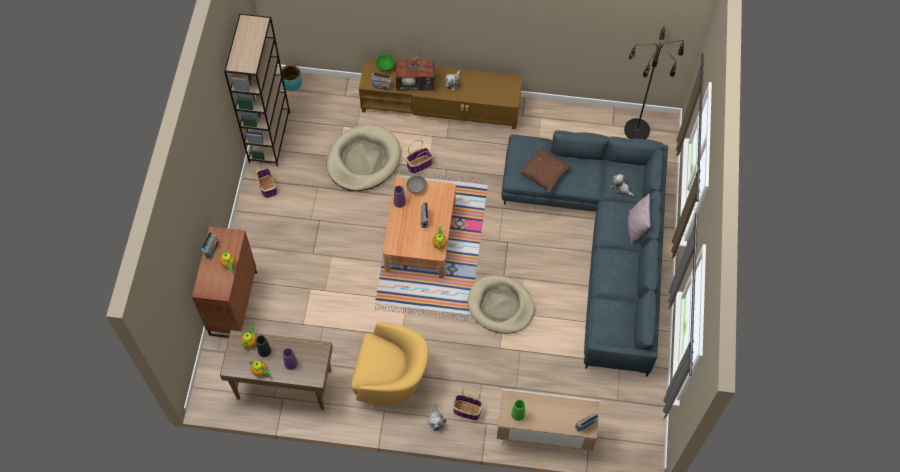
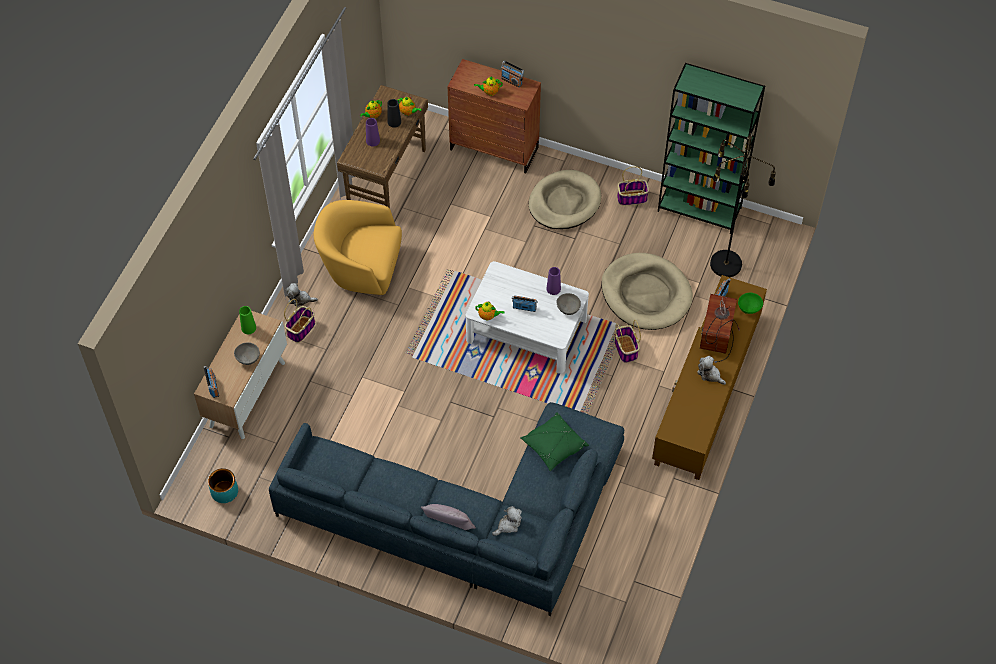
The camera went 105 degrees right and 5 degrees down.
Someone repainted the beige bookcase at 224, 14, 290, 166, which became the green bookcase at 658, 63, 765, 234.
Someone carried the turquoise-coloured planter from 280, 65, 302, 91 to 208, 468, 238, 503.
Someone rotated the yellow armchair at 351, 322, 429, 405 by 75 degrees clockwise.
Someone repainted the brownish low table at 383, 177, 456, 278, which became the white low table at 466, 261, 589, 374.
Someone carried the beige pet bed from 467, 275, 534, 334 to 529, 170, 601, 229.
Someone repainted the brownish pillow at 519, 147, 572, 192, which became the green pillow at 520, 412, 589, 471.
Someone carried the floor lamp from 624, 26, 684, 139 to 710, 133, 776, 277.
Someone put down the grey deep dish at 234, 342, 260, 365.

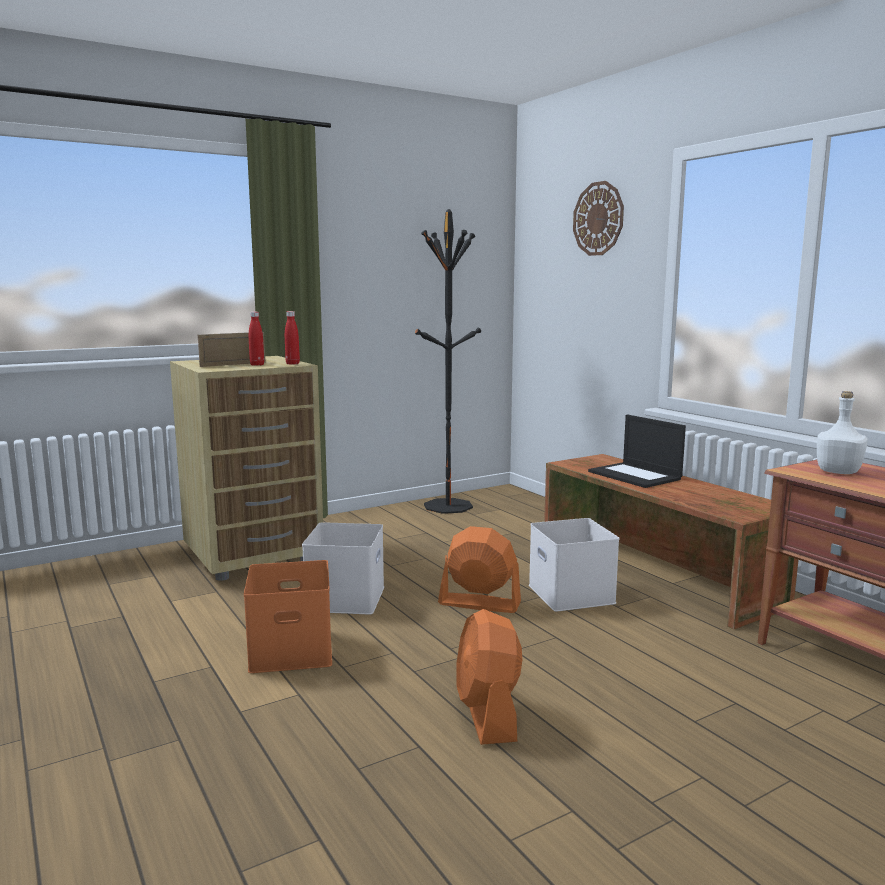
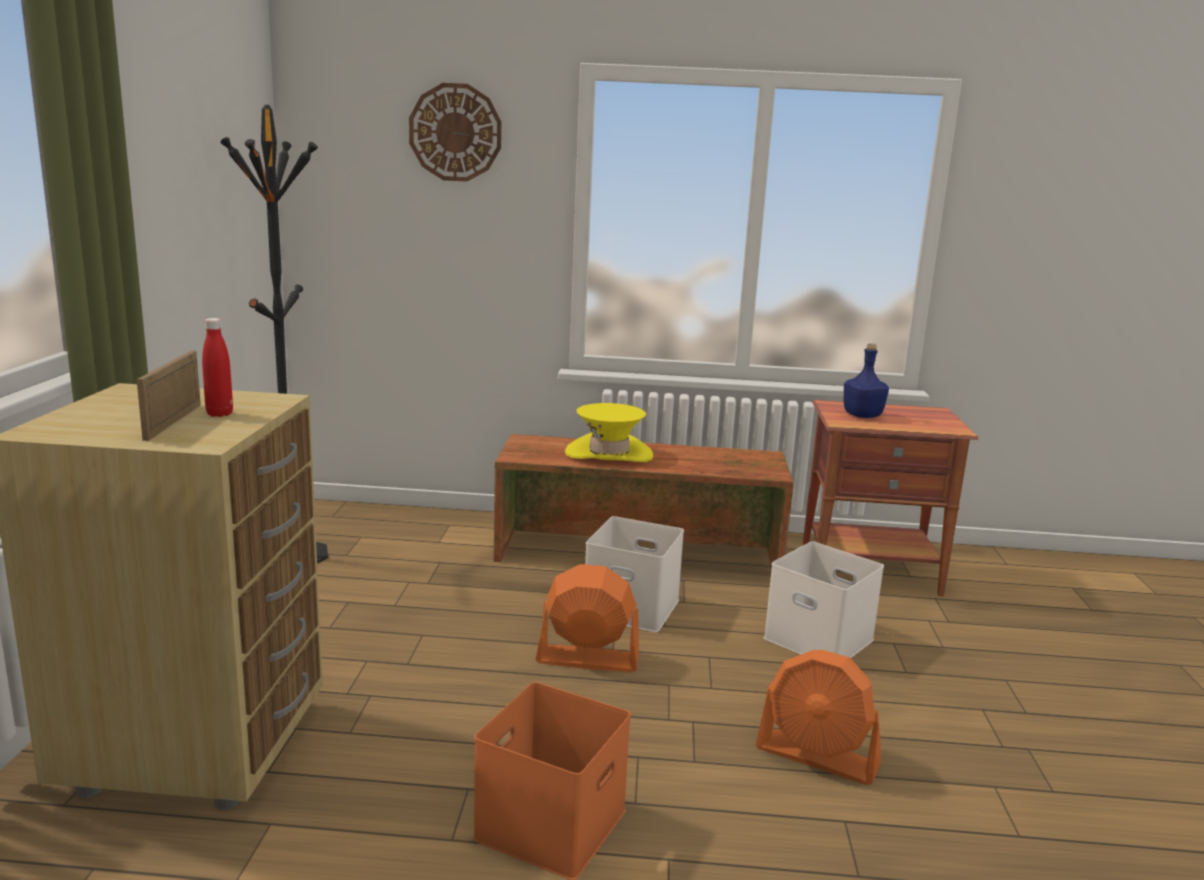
The camera went 55 degrees left and 5 degrees up.
Someone took away the red beverage bottle at 285, 311, 300, 365.
Someone carried the white storage bin from 302, 522, 384, 615 to 764, 541, 884, 658.
Someone rotated the orange-coloured electric fan at 438, 526, 521, 613 by 45 degrees clockwise.
Someone swapped the notebook computer at 588, 415, 686, 488 for the yellow clothing hat at 565, 403, 653, 462.
Someone repainted the white beverage bottle at 817, 391, 868, 474, which became the blue-coloured beverage bottle at 844, 343, 889, 418.

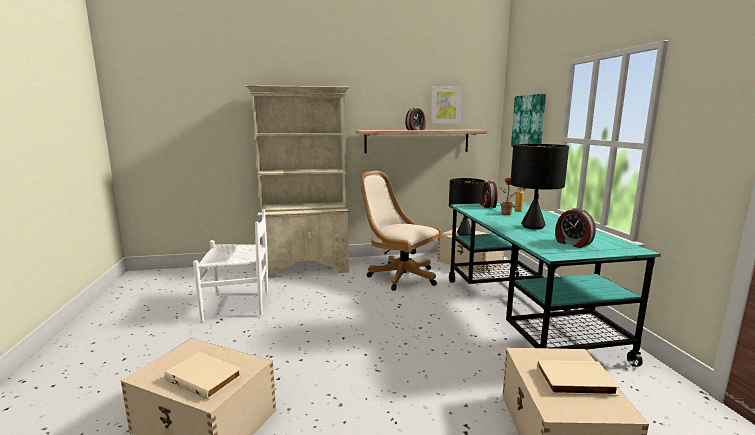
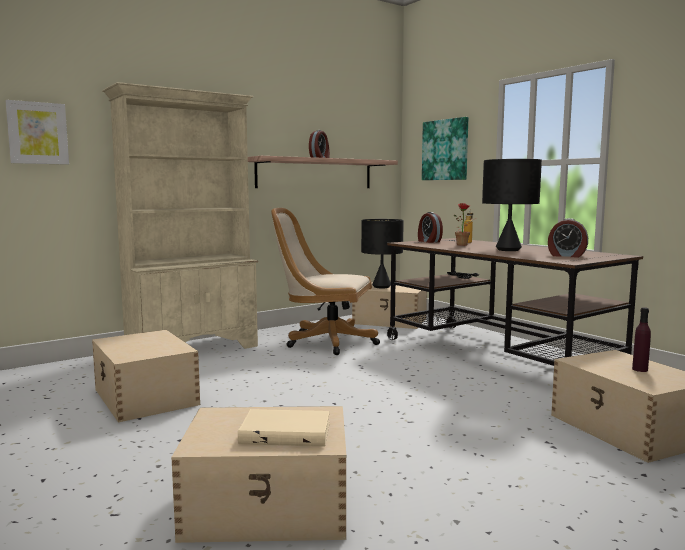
The camera went 25 degrees left and 5 degrees down.
Someone swapped the white plain chair at 193, 210, 268, 322 for the beige storage bin at 92, 330, 200, 422.
Someone carried the wall picture from 430, 86, 462, 124 to 5, 100, 69, 165.
Someone repainted the turquoise-coloured desk table at 449, 202, 661, 367, which became the brownish desk table at 387, 238, 643, 366.
Someone swapped the beige bound book at 537, 360, 619, 396 for the purplish beverage bottle at 632, 307, 651, 372.

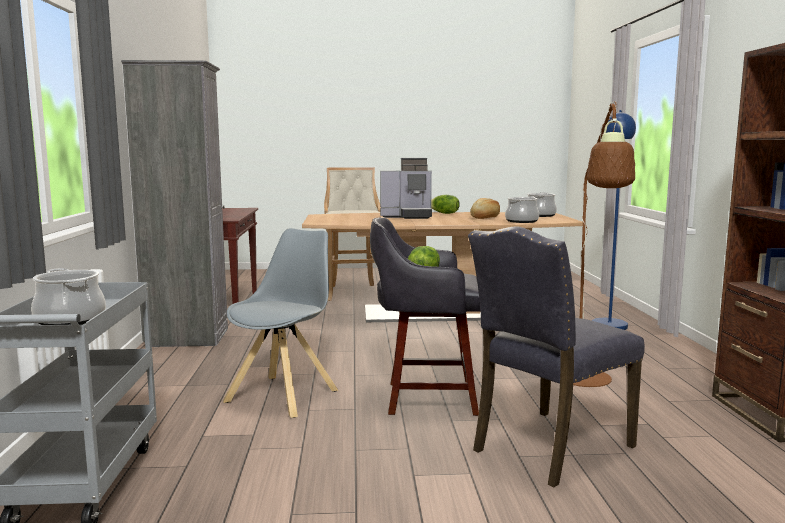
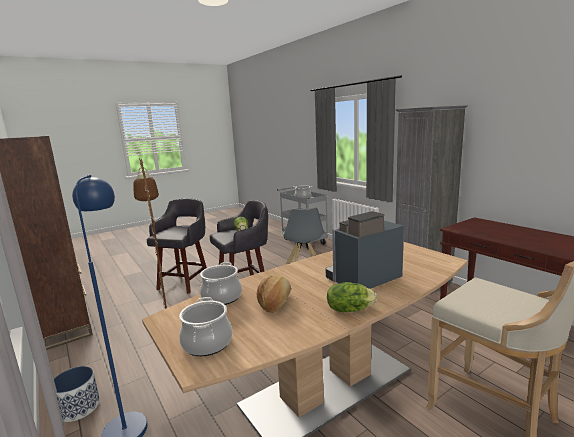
The camera went 150 degrees right and 5 degrees up.
Someone swapped the grey plain chair at 468, 227, 645, 487 for the grey stool seat at 147, 198, 207, 294.
Someone put down the planter at 54, 366, 100, 422.

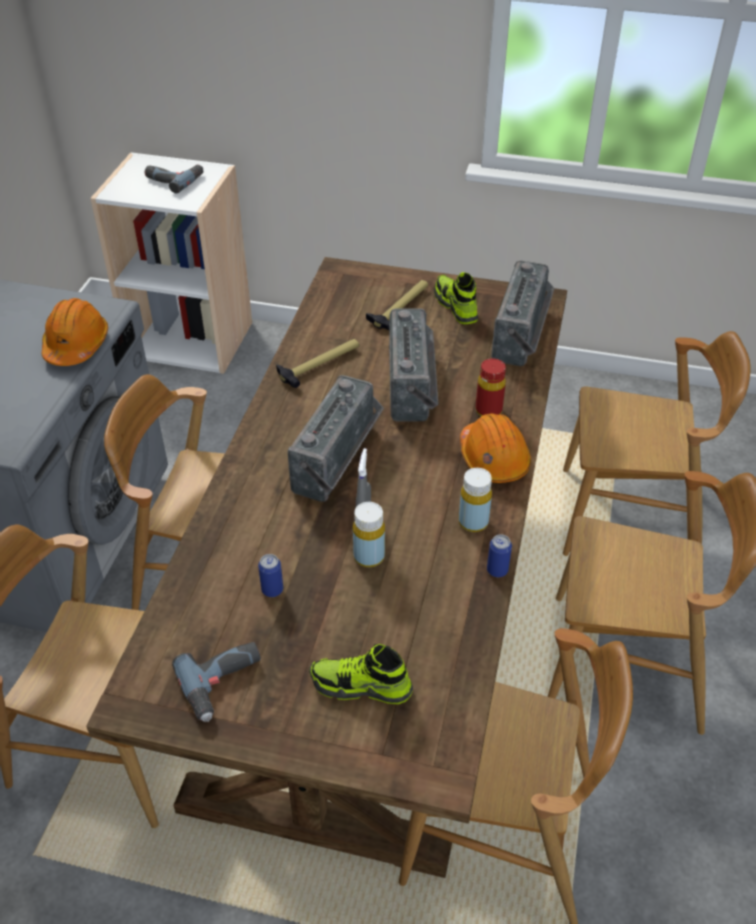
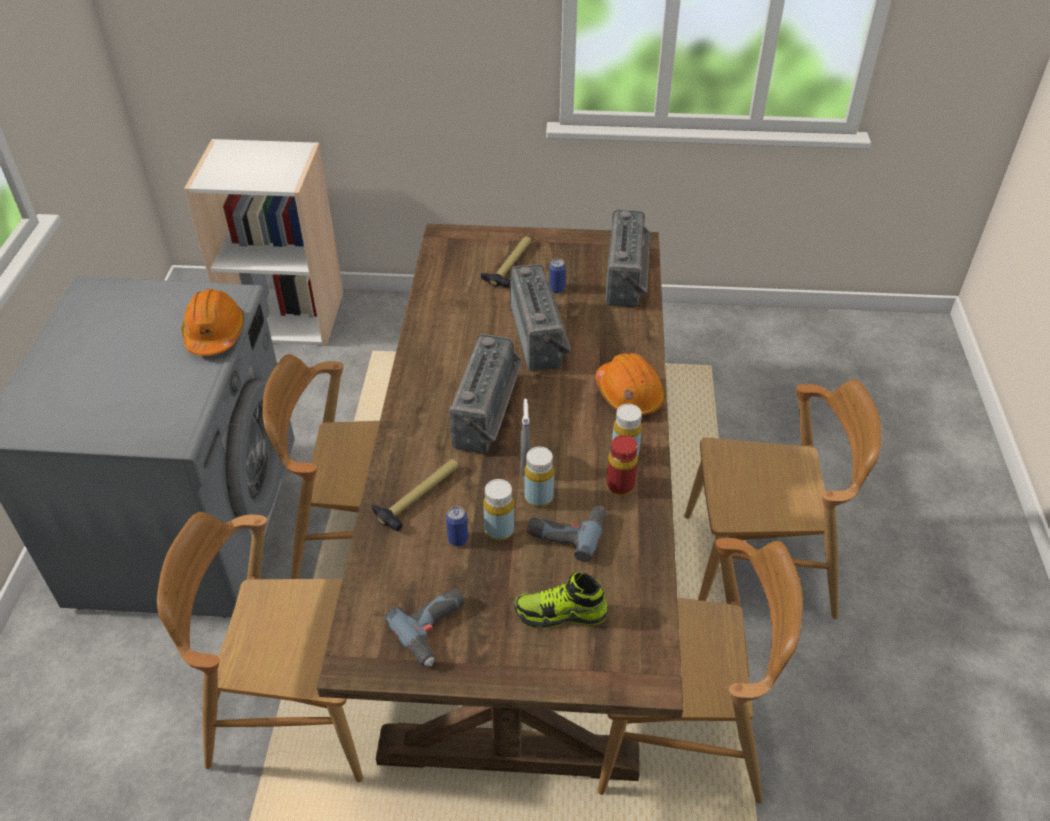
The camera went 10 degrees left and 0 degrees up.
Someone carried the power drill from 145, 165, 203, 194 to 527, 506, 606, 562.
Someone carried the tool hammer from 276, 339, 359, 388 to 371, 459, 459, 531.
Someone took away the item of footwear at 434, 272, 478, 324.
Someone carried the red beverage bottle from 475, 358, 506, 416 to 606, 435, 638, 495.
Someone carried the metal can from 487, 534, 512, 577 to 549, 259, 566, 293.
Someone took away the brownish plain chair at 563, 331, 751, 556.
Someone put down the yellow beverage bottle at 483, 479, 514, 541.

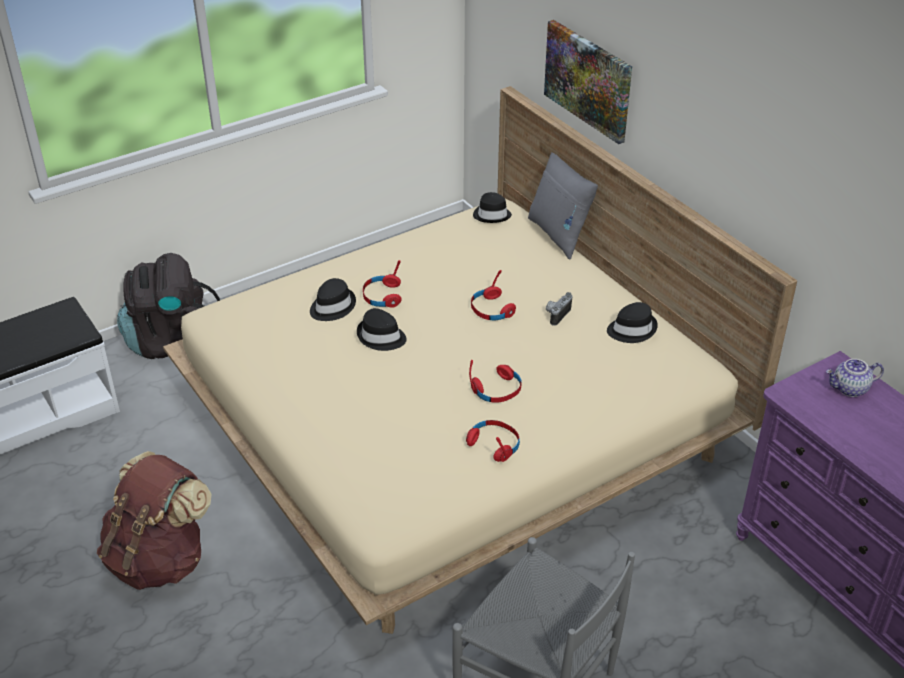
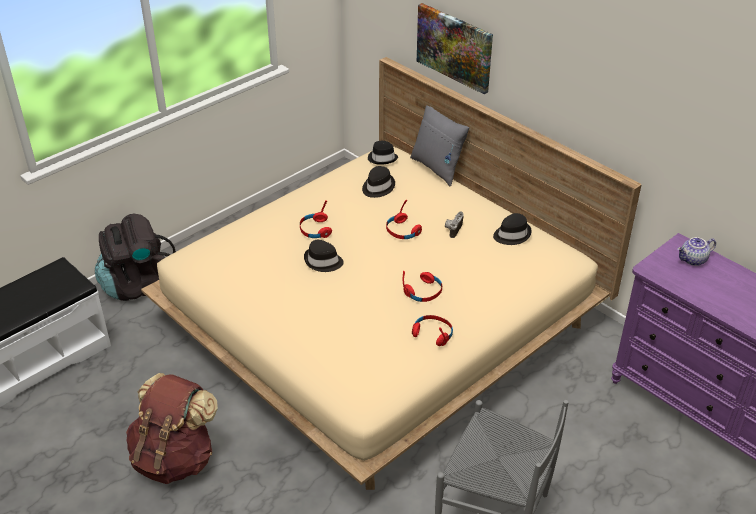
The camera went 10 degrees left and 0 degrees up.
Someone carried the blackish clothing hat from 310, 278, 356, 321 to 362, 166, 395, 198.

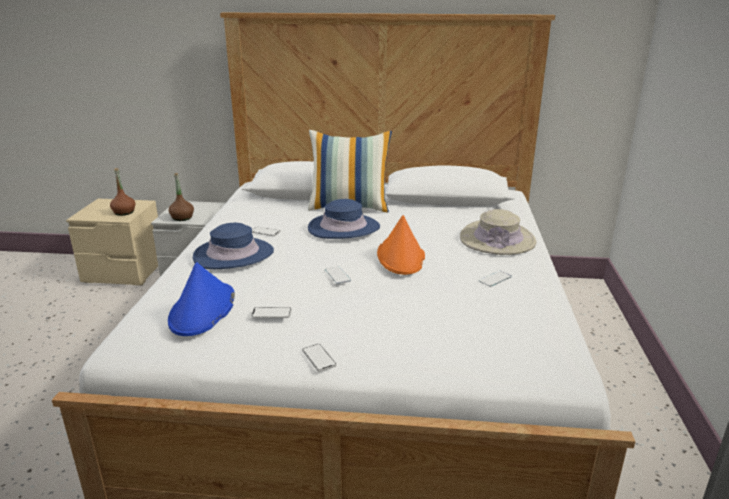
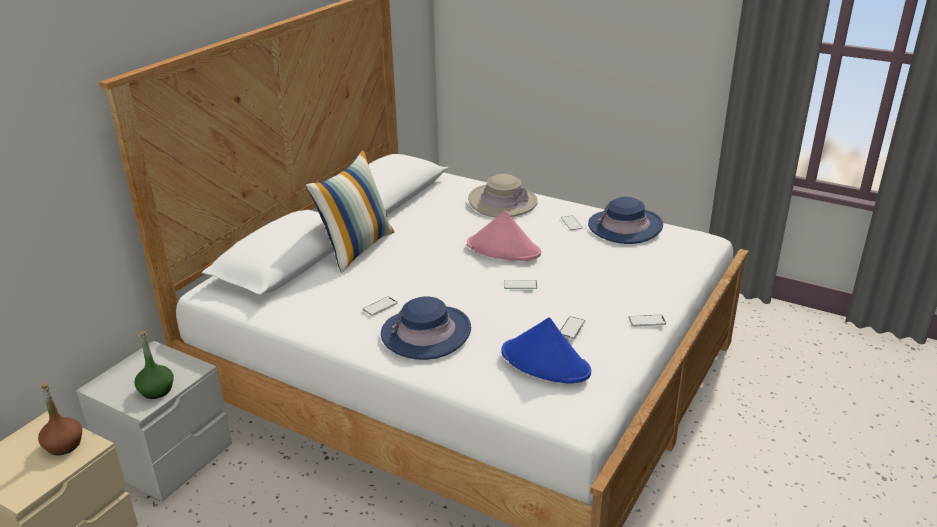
The camera went 65 degrees left and 5 degrees up.
Someone repainted the brownish beverage bottle at 168, 173, 194, 221, which became the green beverage bottle at 134, 331, 174, 399.
Someone carried the blue-coloured clothing hat from 308, 199, 380, 239 to 588, 197, 663, 244.
Someone repainted the orange-coloured clothing hat at 377, 215, 425, 275, which became the pink-coloured clothing hat at 467, 210, 541, 261.

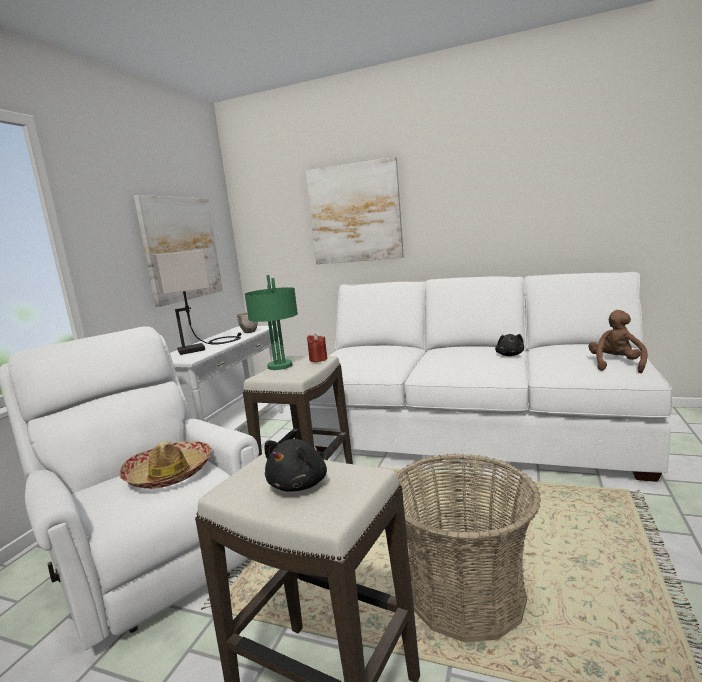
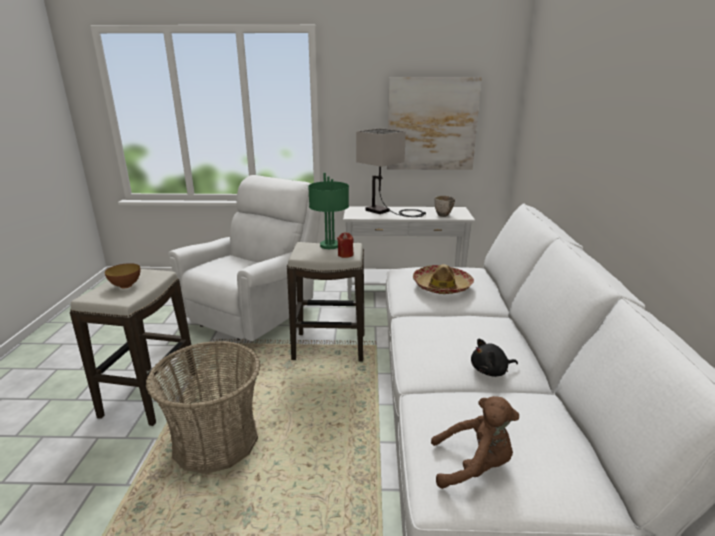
The camera went 70 degrees right and 10 degrees up.
Someone carried the clothing hat from 119, 441, 212, 489 to 413, 264, 474, 294.
Someone swapped the blackish cuddly toy at 264, 439, 327, 492 for the deep dish at 105, 263, 140, 288.
Someone took away the wall picture at 306, 157, 404, 264.

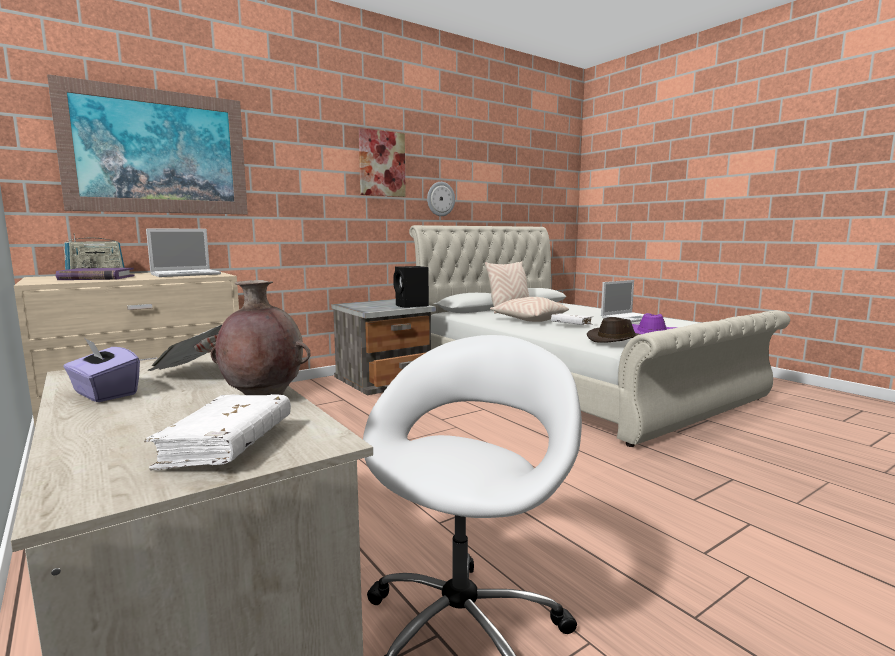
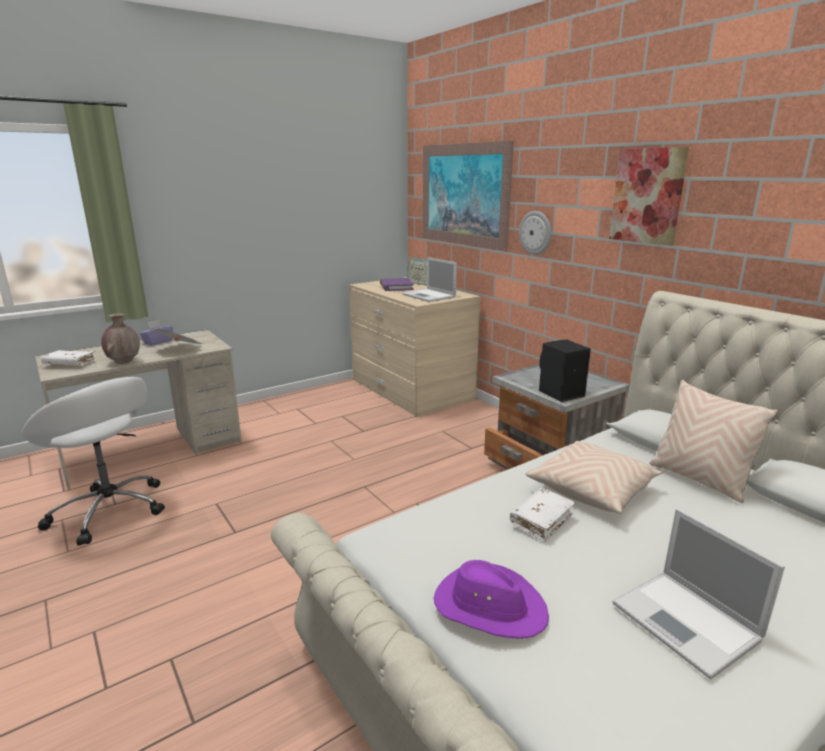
The camera went 90 degrees right and 10 degrees up.
Someone carried the wall clock from 427, 182, 455, 216 to 519, 211, 551, 255.
Someone took away the brownish clothing hat at 587, 317, 641, 343.

